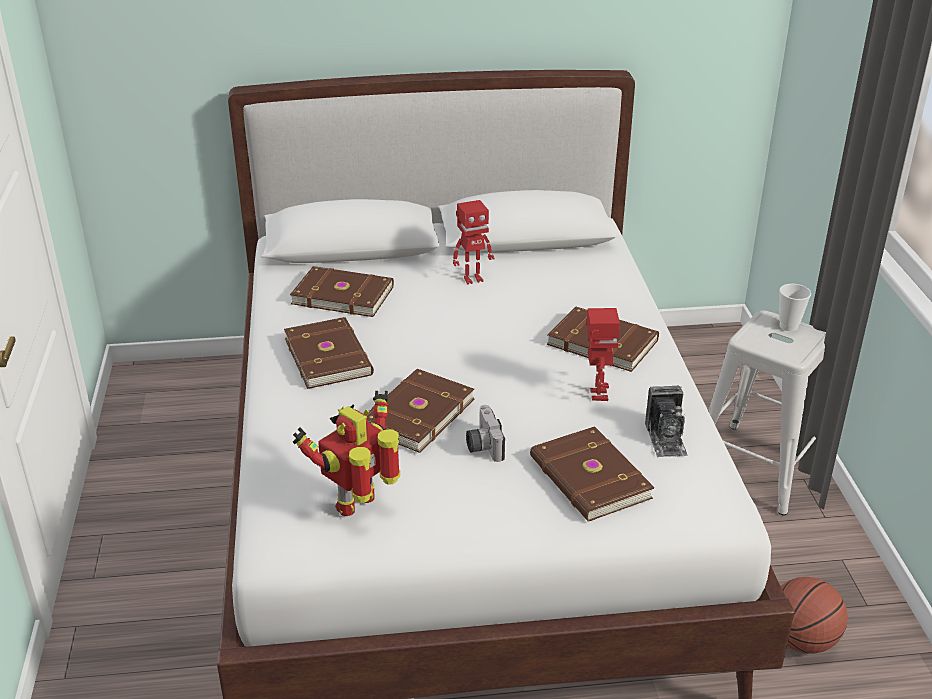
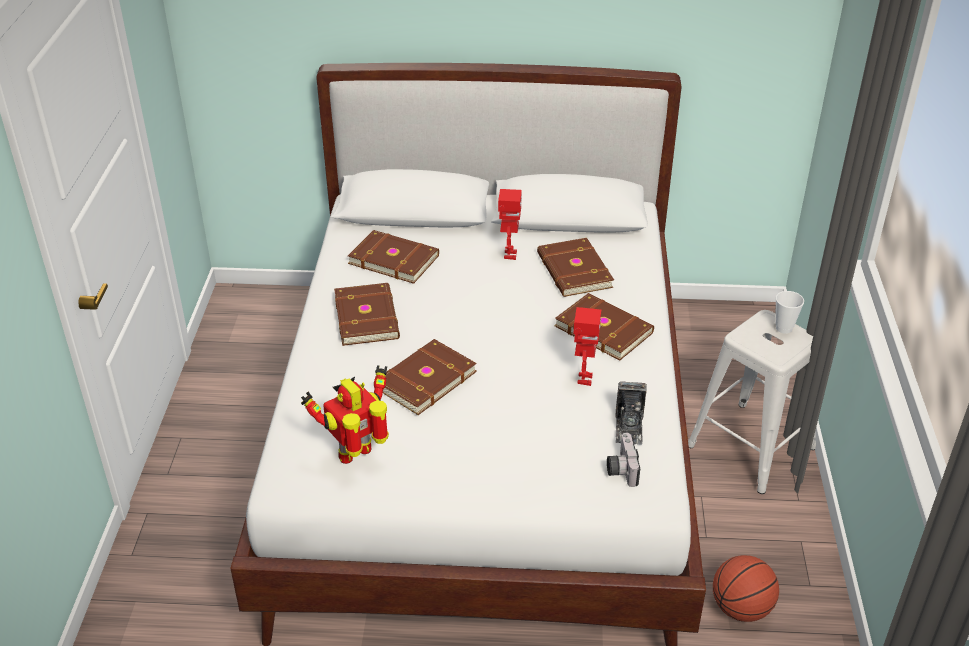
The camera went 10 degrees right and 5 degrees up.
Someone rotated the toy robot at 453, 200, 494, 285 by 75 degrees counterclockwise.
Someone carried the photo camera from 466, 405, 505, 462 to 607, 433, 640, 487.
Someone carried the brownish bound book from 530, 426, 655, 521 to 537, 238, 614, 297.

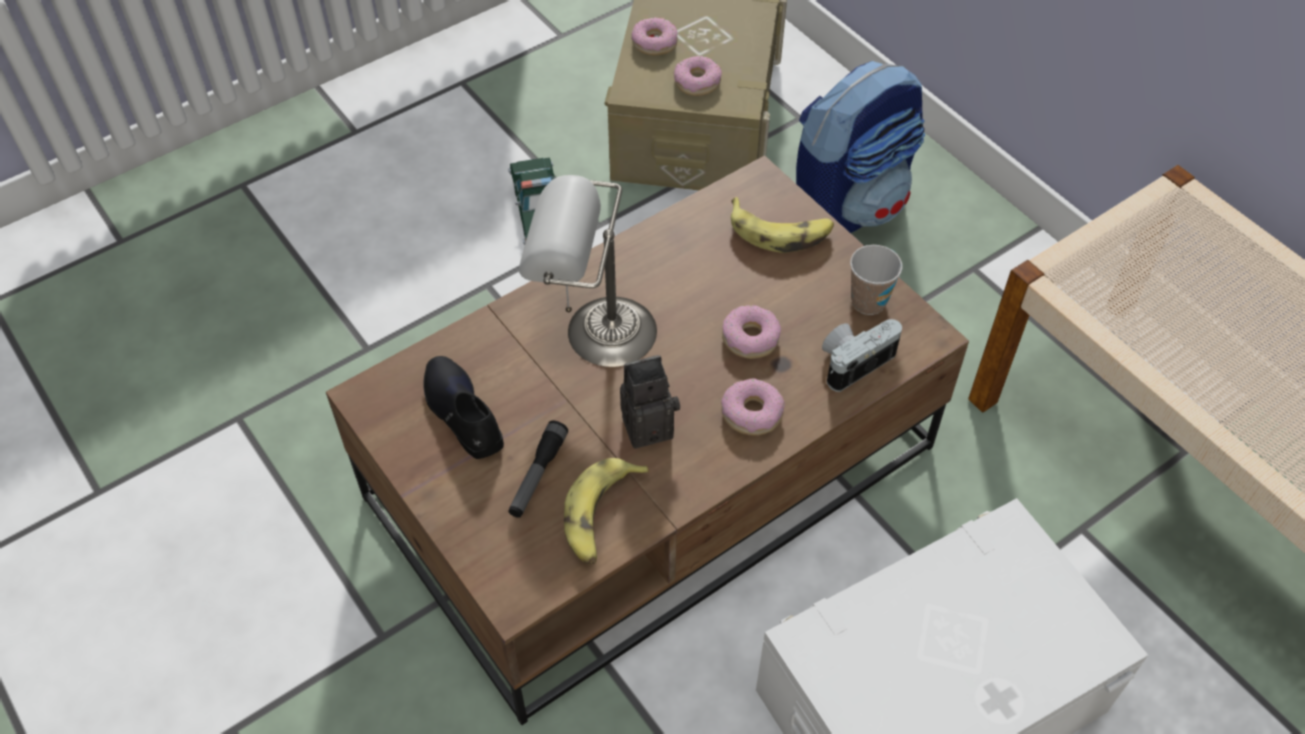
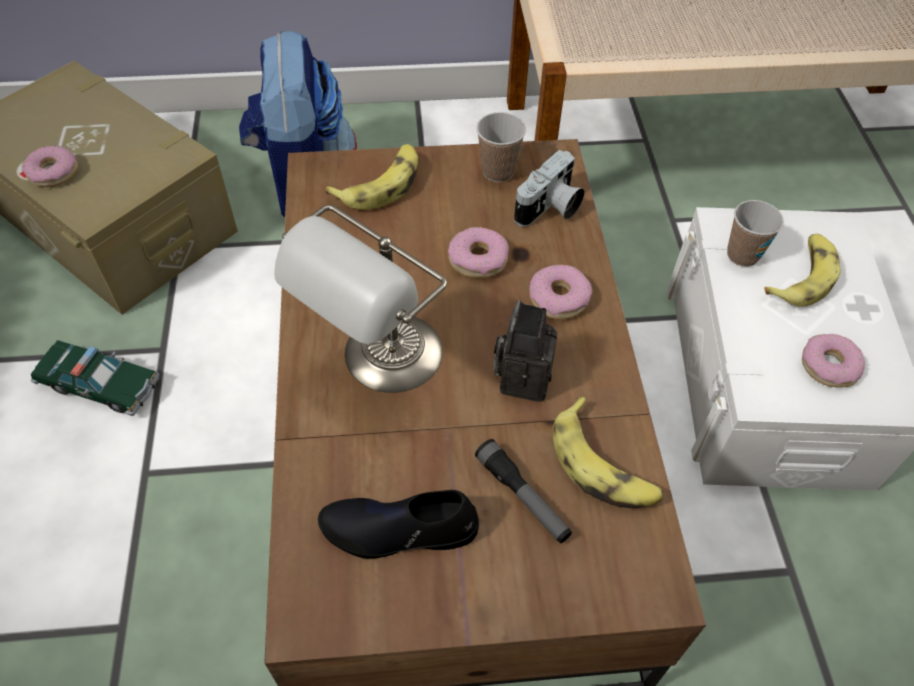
The camera went 60 degrees left and 0 degrees up.
Someone carried the ring doughnut from 674, 56, 722, 96 to 802, 334, 865, 388.
Someone rotated the photo camera at 822, 319, 902, 392 by 135 degrees counterclockwise.
Someone put down the cup at 727, 200, 784, 267.
Someone put down the banana at 764, 234, 841, 307.

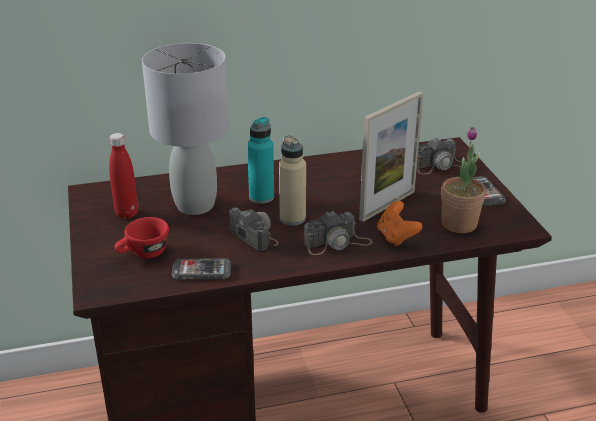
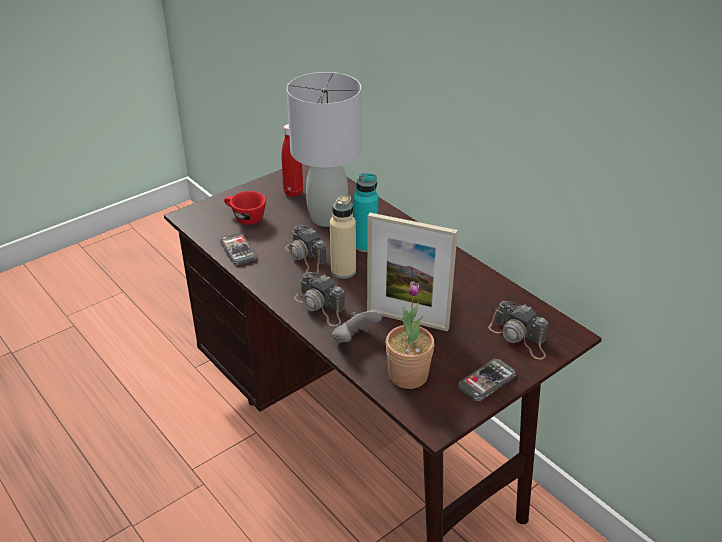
The camera went 65 degrees right and 5 degrees up.
Someone rotated the photo camera at 229, 207, 278, 251 by 120 degrees clockwise.
Someone repainted the orange-coloured game controller at 377, 201, 422, 247, which became the grey game controller at 332, 310, 382, 343.

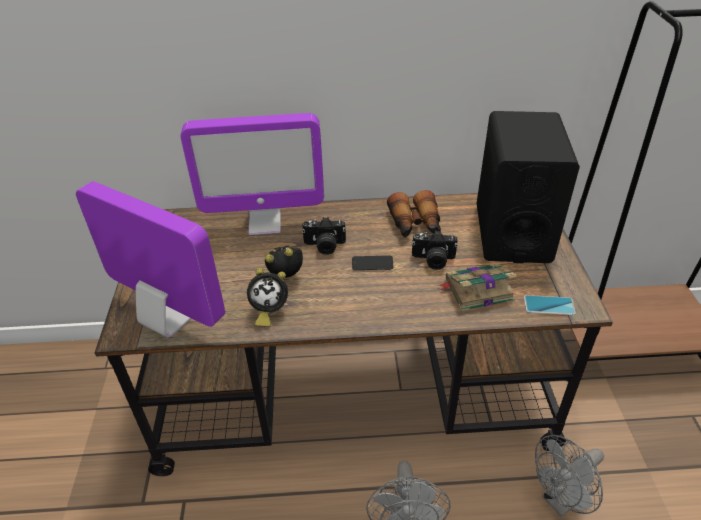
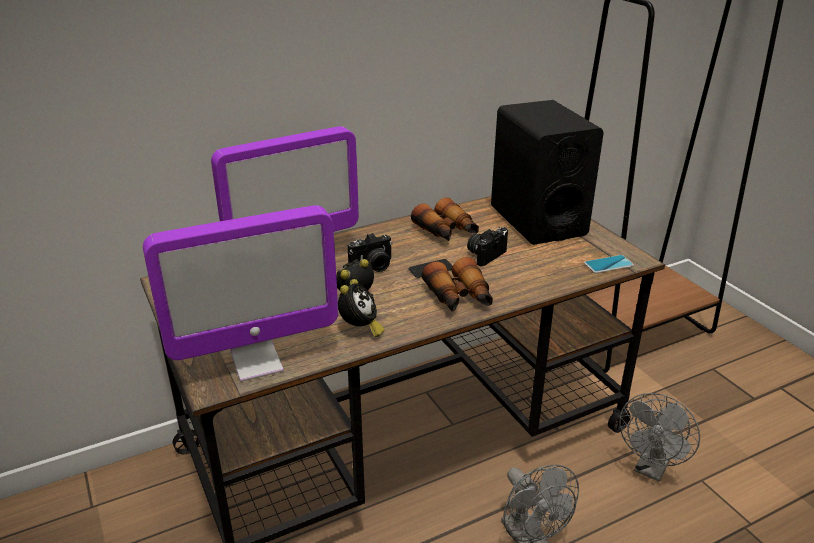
The camera went 25 degrees left and 10 degrees down.
Someone rotated the computer screen at 76, 181, 225, 338 by 150 degrees clockwise.
Someone rotated the alarm clock at 247, 268, 288, 327 by 45 degrees counterclockwise.
Someone rotated the photo camera at 412, 230, 458, 270 by 150 degrees clockwise.
Someone took away the bound book at 439, 263, 517, 311.
Someone put down the binoculars at 422, 257, 493, 312.

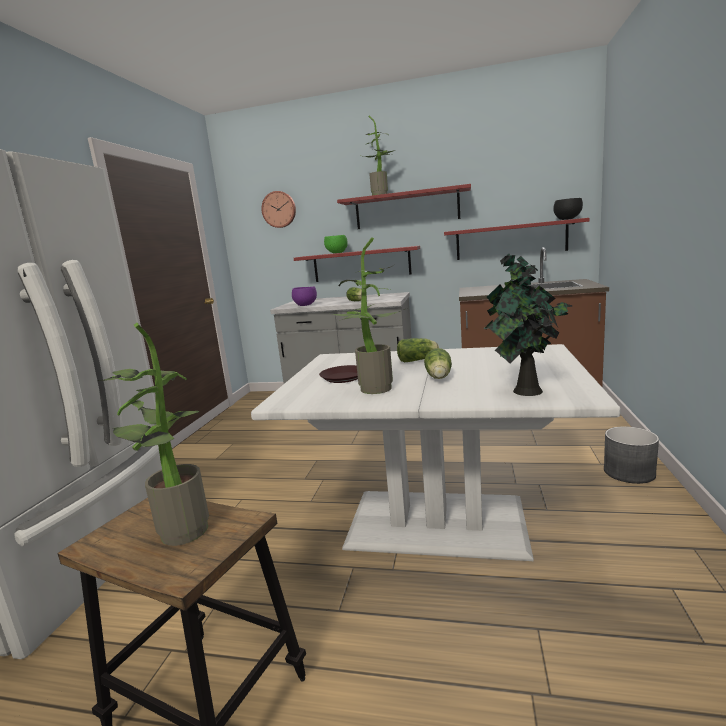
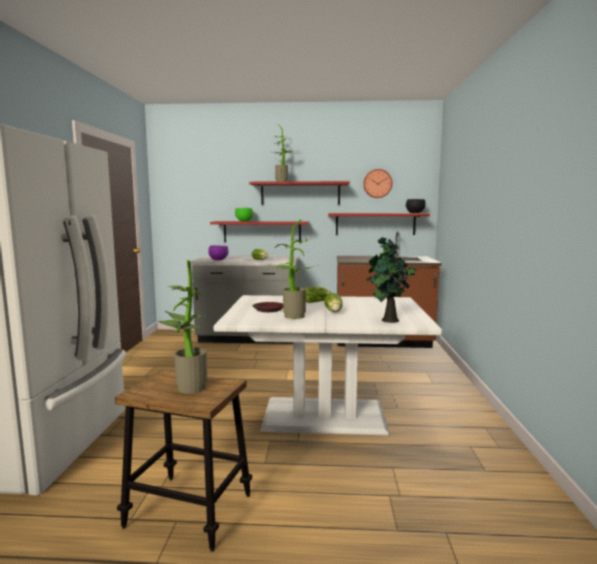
The camera went 10 degrees left and 5 degrees down.
Someone carried the wall clock from 261, 191, 296, 228 to 363, 169, 392, 198.
Someone took away the grey planter at 604, 426, 659, 484.

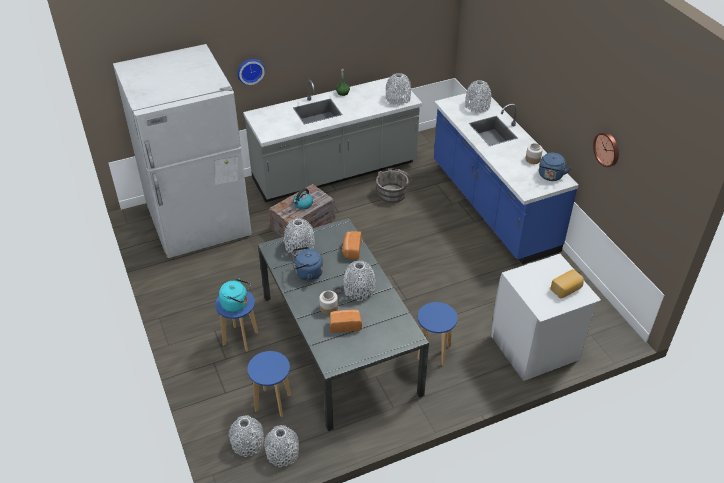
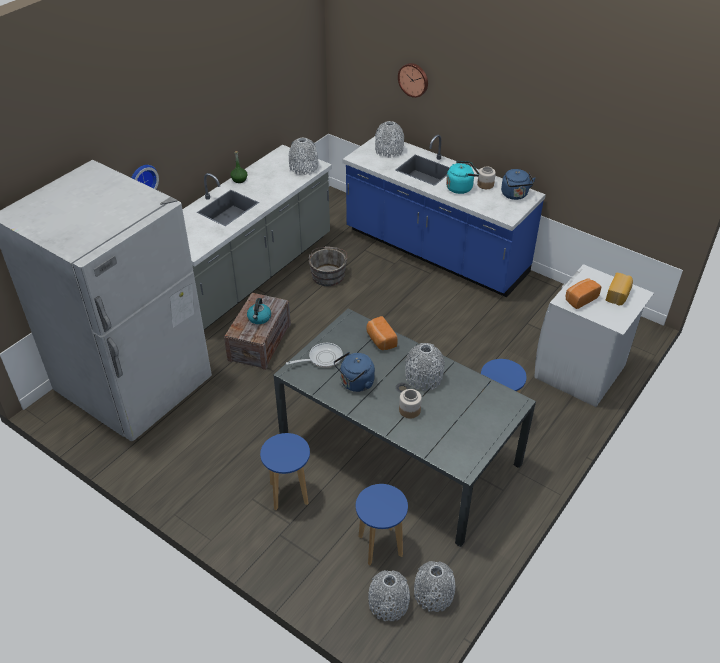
The camera went 30 degrees left and 0 degrees up.
Someone carried the turquoise-coloured tea kettle from 219, 279, 251, 312 to 446, 161, 479, 194.
Someone swapped the grey flower vase at 284, 218, 315, 256 for the skillet at 286, 343, 343, 368.
Someone carried the bakery bread from 330, 310, 362, 333 to 566, 278, 601, 309.
Someone carried the wall clock from 593, 132, 619, 167 to 398, 63, 428, 98.

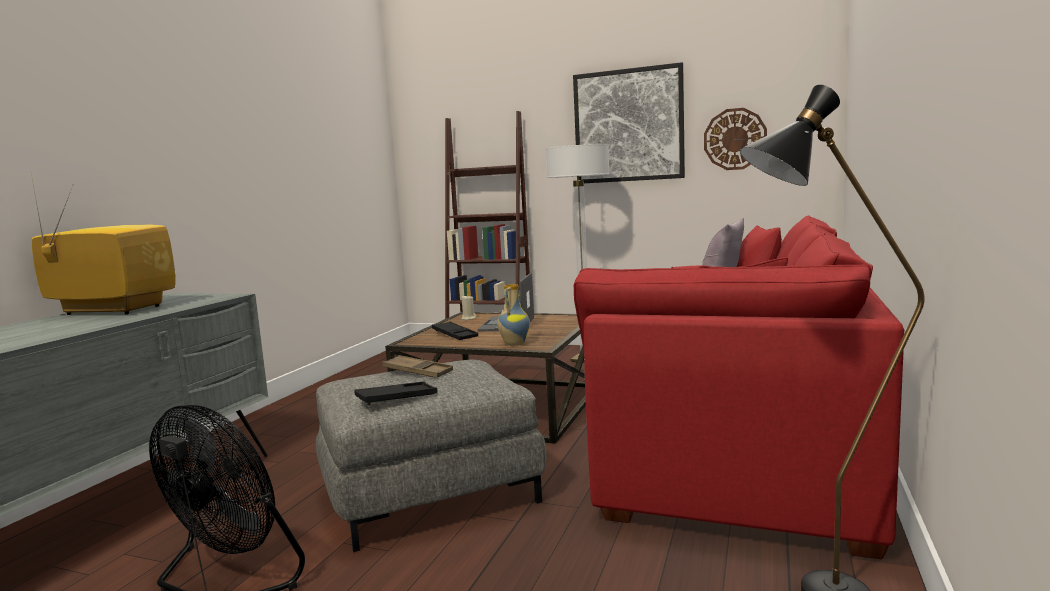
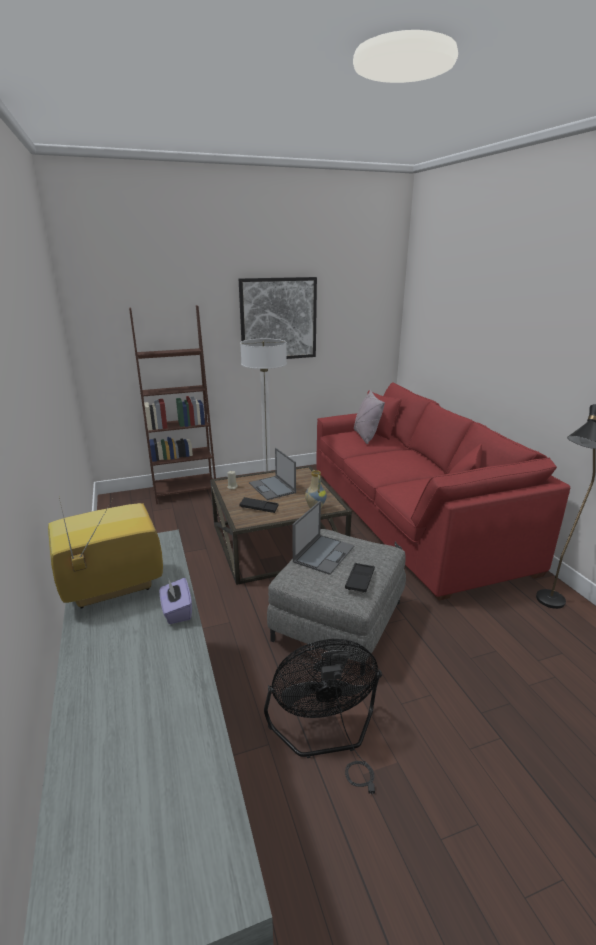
The camera went 40 degrees left and 15 degrees up.
Someone swapped the brownish carrying tray at 382, 355, 453, 378 for the notebook computer at 292, 501, 354, 575.
Someone took away the wall clock at 704, 108, 767, 170.
Someone put down the purplish tissue box at 160, 578, 192, 624.

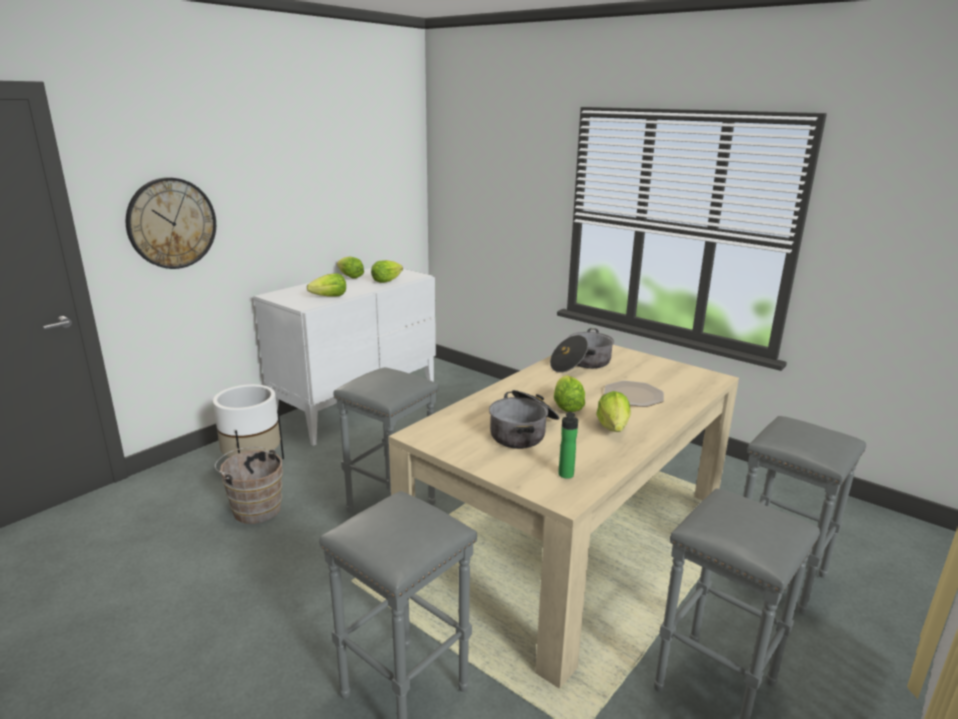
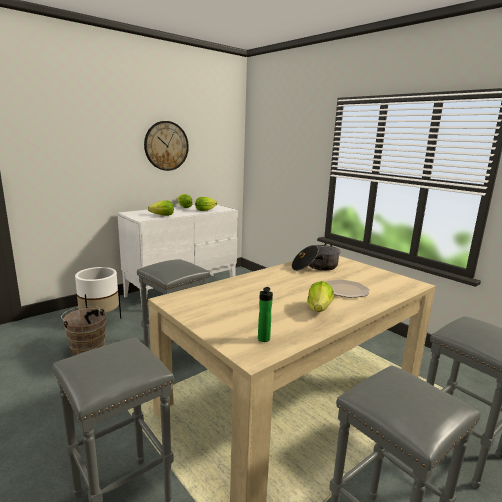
The camera went 10 degrees right and 5 degrees down.
Someone carried the wall clock from 126, 177, 216, 269 to 144, 121, 189, 171.
Someone took away the cooking pot at 489, 390, 559, 449.
Someone took away the lettuce at 554, 375, 585, 412.

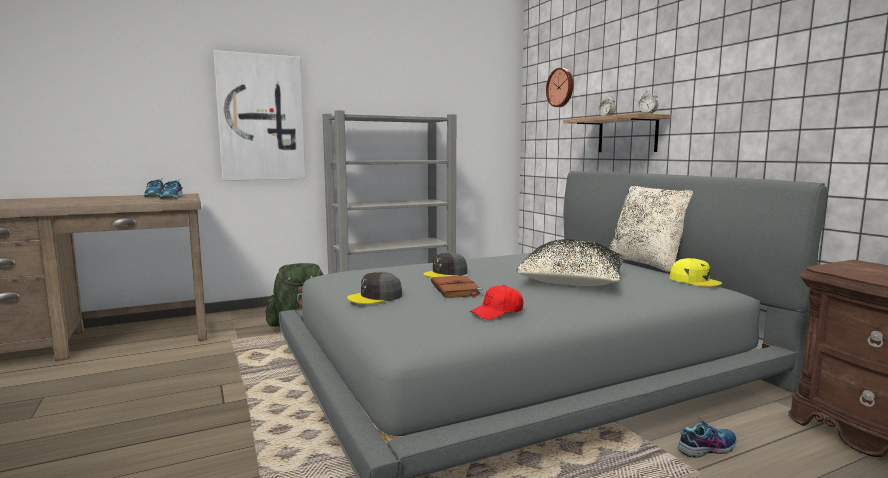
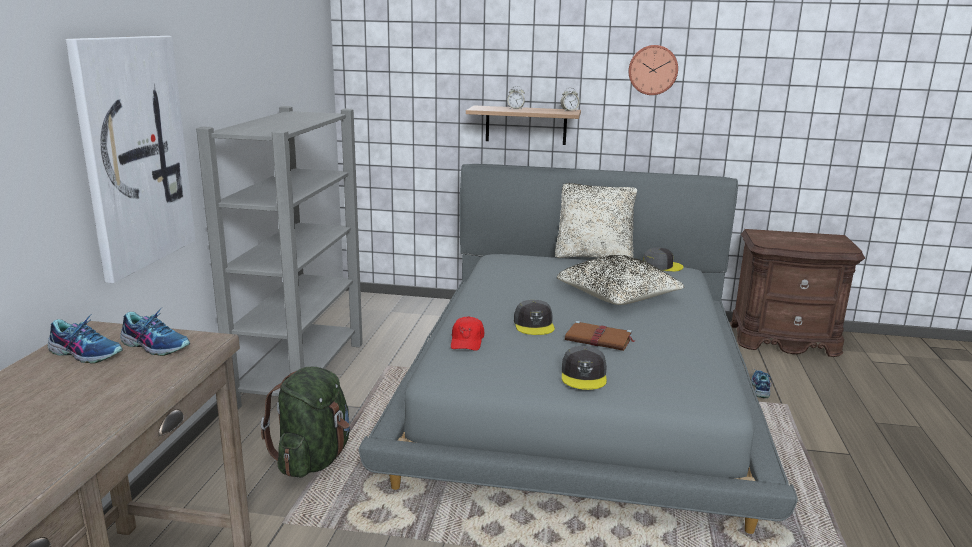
The camera went 55 degrees left and 10 degrees up.
Someone carried the red cap from 470, 285, 523, 320 to 451, 316, 484, 351.
Someone carried the wall clock from 546, 68, 573, 107 to 628, 45, 678, 95.
Someone repainted the yellow cap at 669, 258, 722, 287, which became the grey cap at 643, 247, 684, 272.

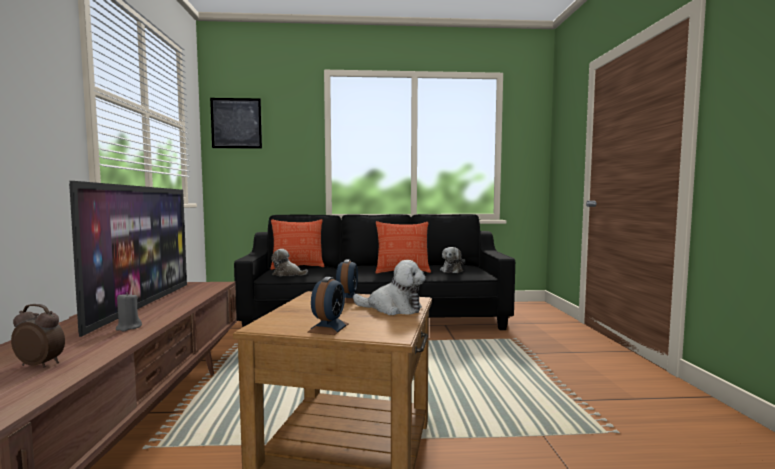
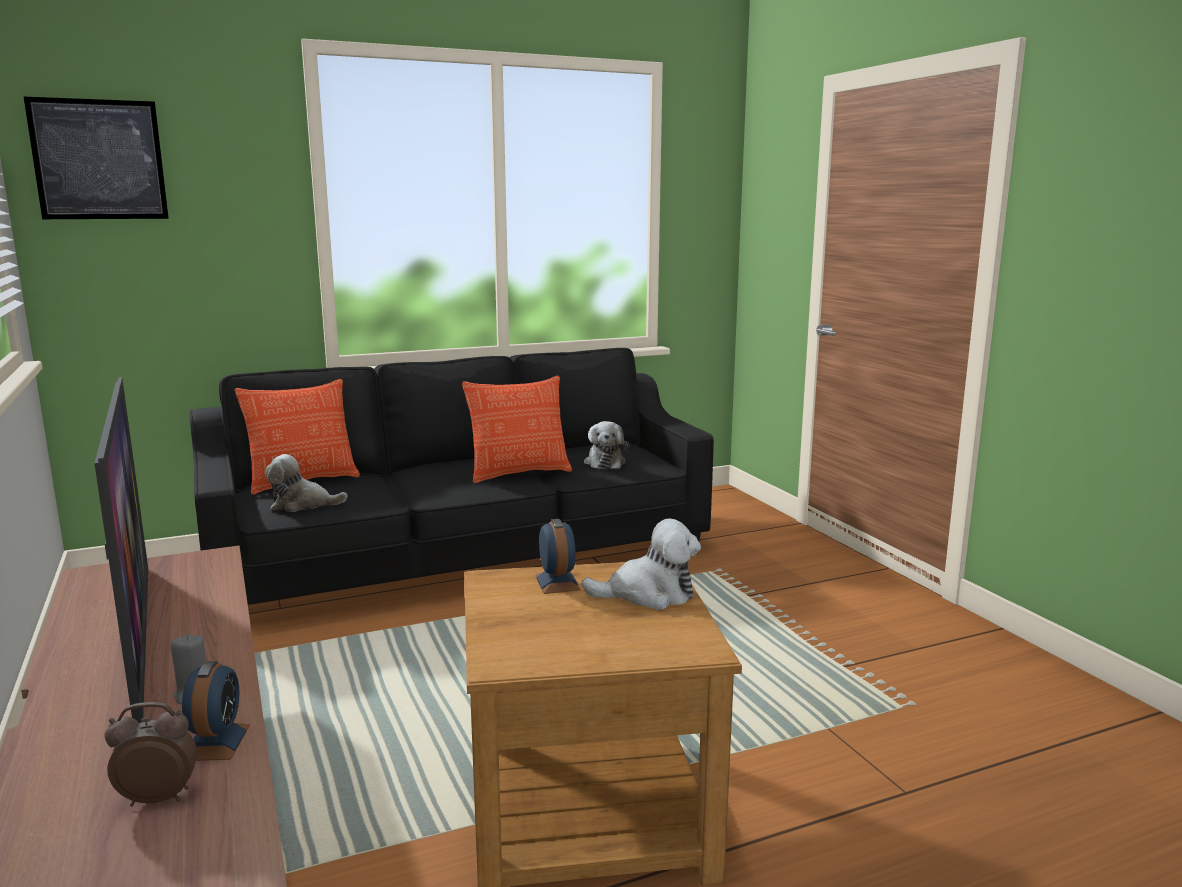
The camera went 20 degrees left and 10 degrees up.
Someone carried the alarm clock from 307, 277, 349, 335 to 182, 661, 250, 761.

